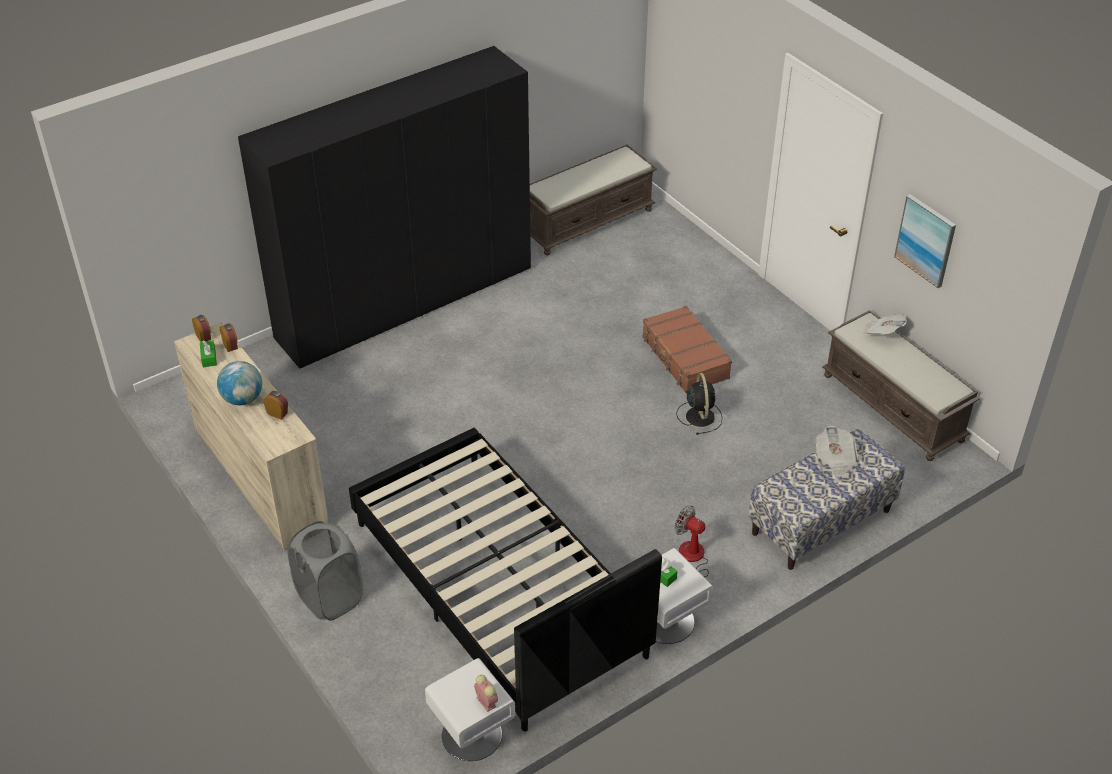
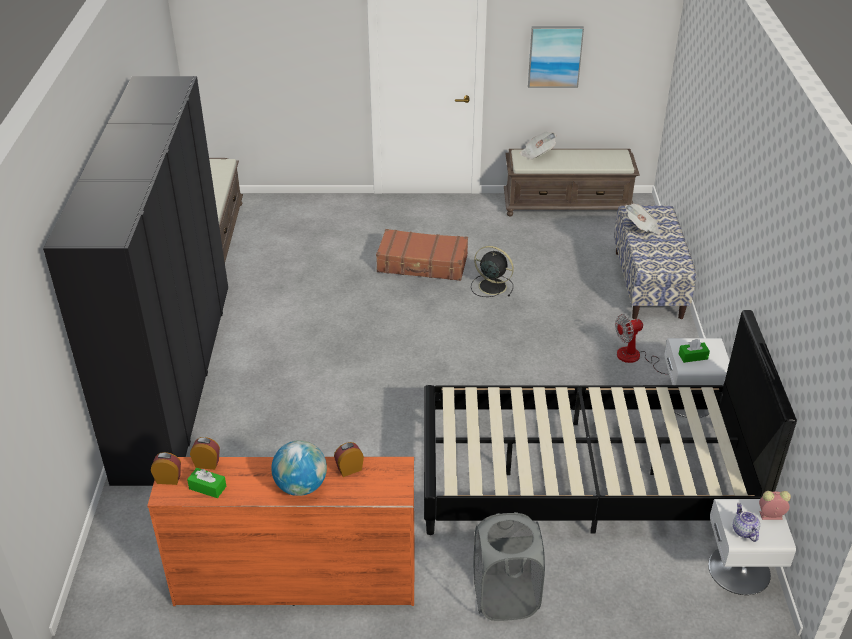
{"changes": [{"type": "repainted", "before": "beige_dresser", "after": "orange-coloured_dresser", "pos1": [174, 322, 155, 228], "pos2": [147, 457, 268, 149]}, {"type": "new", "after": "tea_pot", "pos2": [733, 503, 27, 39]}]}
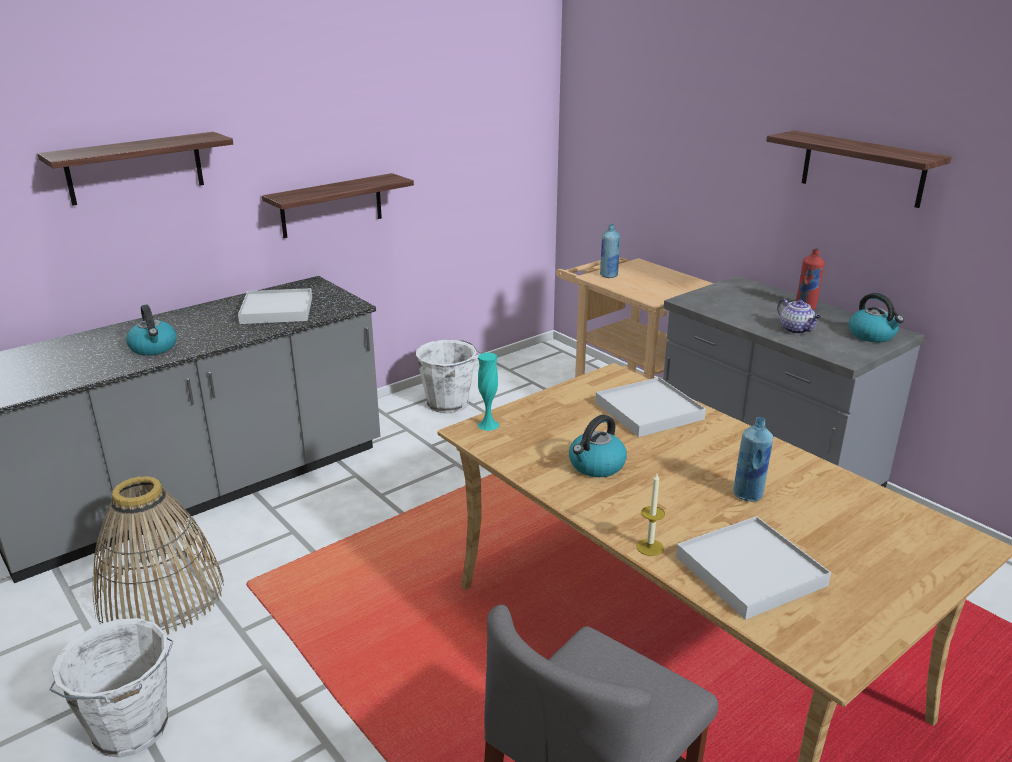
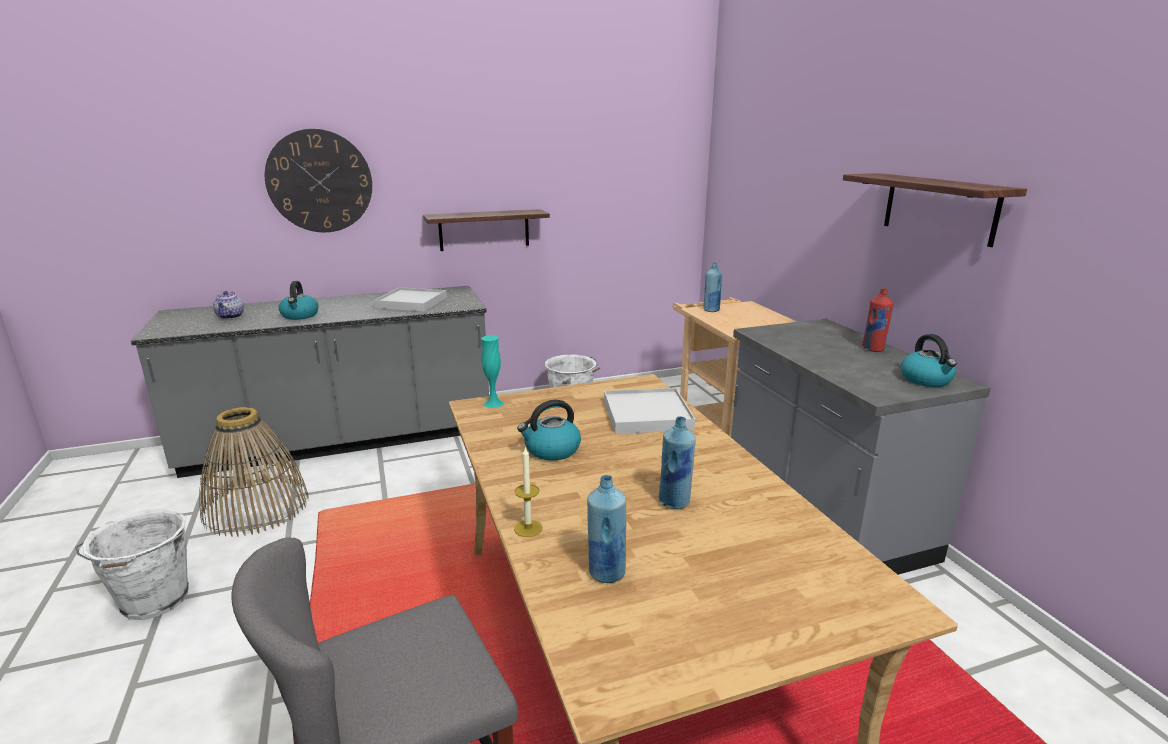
{"changes": [{"type": "shifted", "before": "tea_pot", "pos1": [777, 299, 44, 35], "pos2": [213, 291, 31, 28]}, {"type": "swapped", "before": "bracket_shelf", "after": "wall_clock", "pos1": [37, 132, 196, 74], "pos2": [265, 129, 107, 103]}, {"type": "swapped", "before": "white-coloured_tray", "after": "blue_beverage_bottle", "pos1": [676, 516, 155, 104], "pos2": [587, 475, 39, 108]}]}
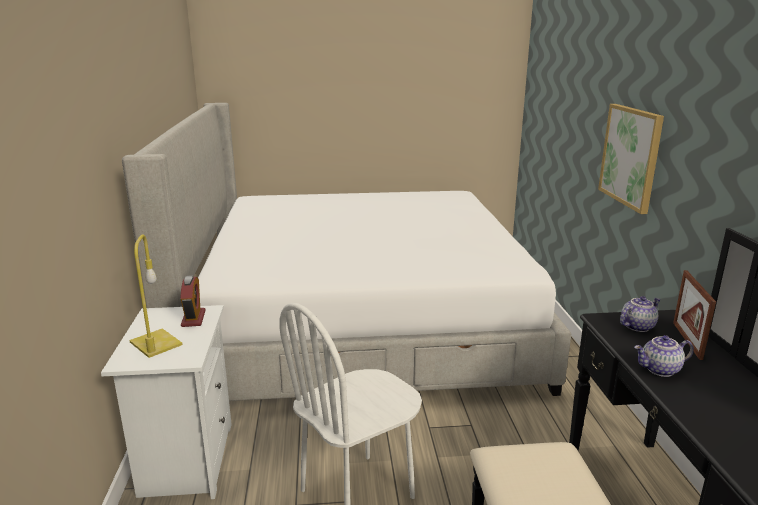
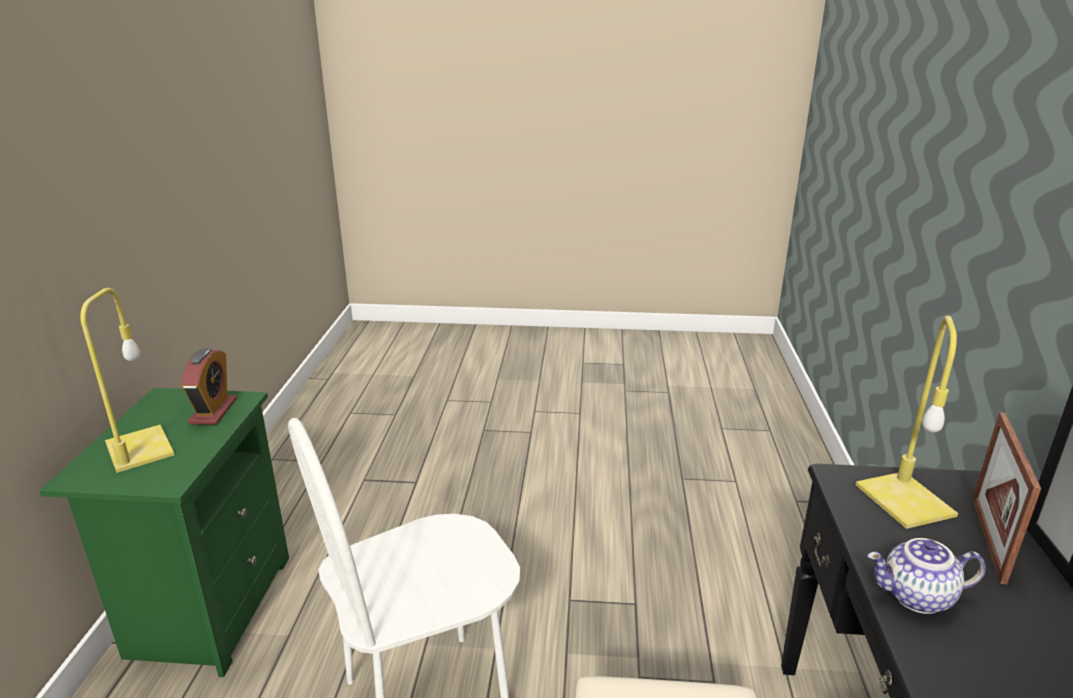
{"changes": [{"type": "repainted", "before": "white-coloured_night_table", "after": "green-coloured_night_table", "pos1": [101, 305, 131, 194], "pos2": [39, 388, 250, 289]}, {"type": "swapped", "before": "tea_pot", "after": "yellowish_tabletop_lamp", "pos1": [620, 296, 41, 36], "pos2": [856, 316, 102, 213]}, {"type": "gone", "before": "bedroom_bed", "pos1": [122, 103, 449, 298]}, {"type": "gone", "before": "wall_art", "pos1": [598, 104, 66, 110]}]}
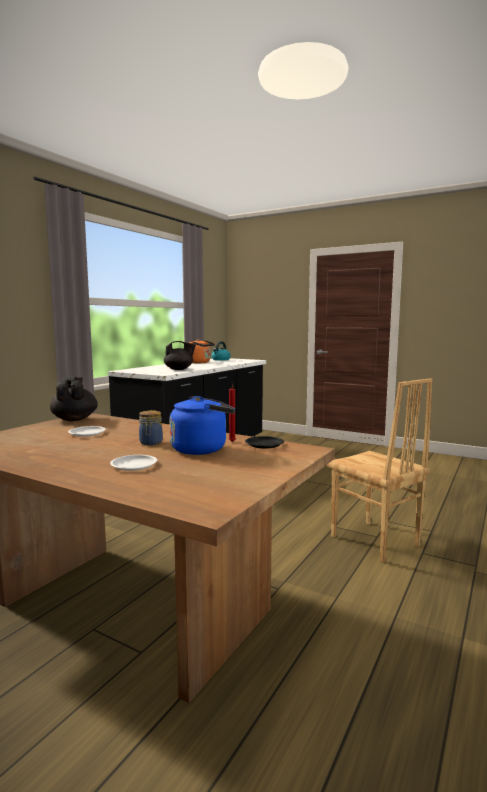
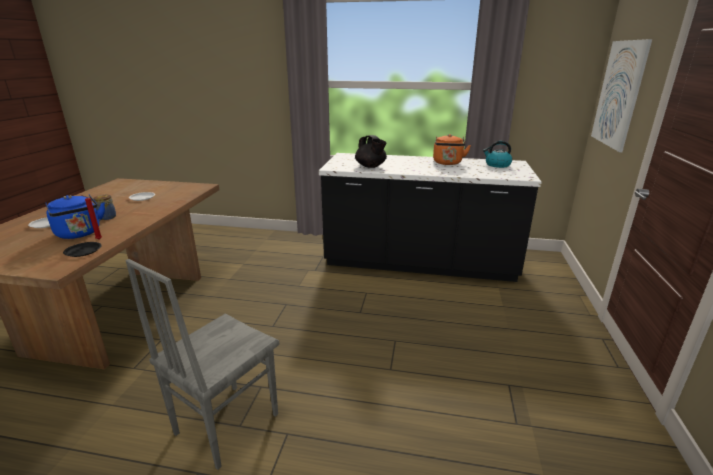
{"changes": [{"type": "repainted", "before": "brownish_upright_chair", "after": "gray_upright_chair", "pos1": [327, 378, 105, 185], "pos2": [126, 259, 153, 211]}, {"type": "new", "after": "wall_art", "pos2": [591, 39, 62, 113]}, {"type": "gone", "before": "black-coloured_tea_pot", "pos1": [50, 376, 48, 45]}]}
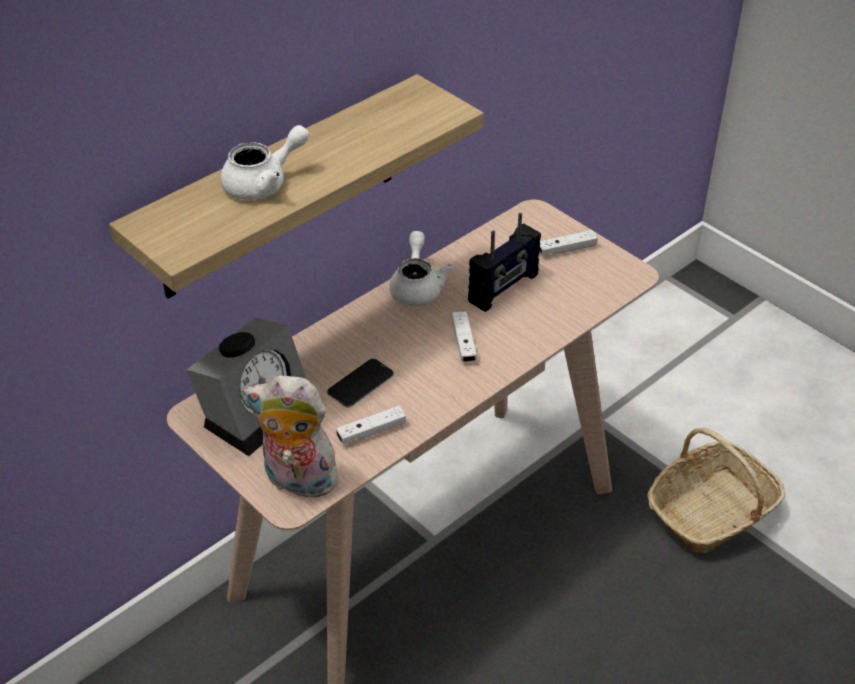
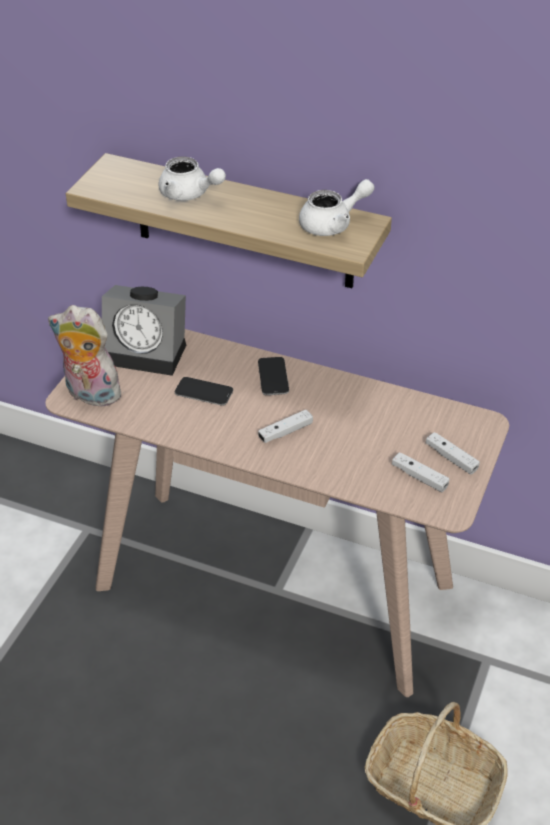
{"changes": [{"type": "rotated", "before": "soft_toy", "pos1": [244, 375, 98, 123], "pos2": [48, 305, 76, 101], "turn": -60}, {"type": "new", "after": "phone", "pos2": [258, 357, 31, 38]}, {"type": "shifted", "before": "white-coloured_tea_pot", "pos1": [389, 231, 64, 75], "pos2": [299, 179, 75, 57]}, {"type": "shifted", "before": "white-coloured_game_controller", "pos1": [336, 406, 70, 38], "pos2": [392, 452, 58, 40]}, {"type": "gone", "before": "radio", "pos1": [468, 212, 73, 100]}]}
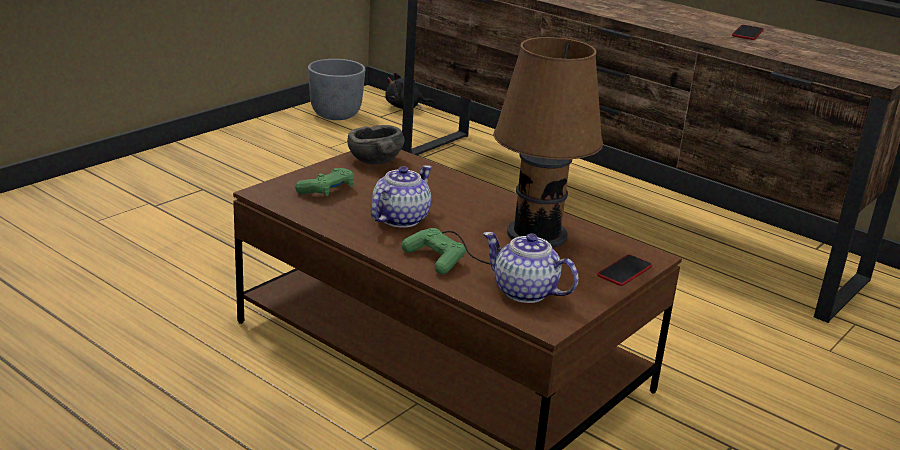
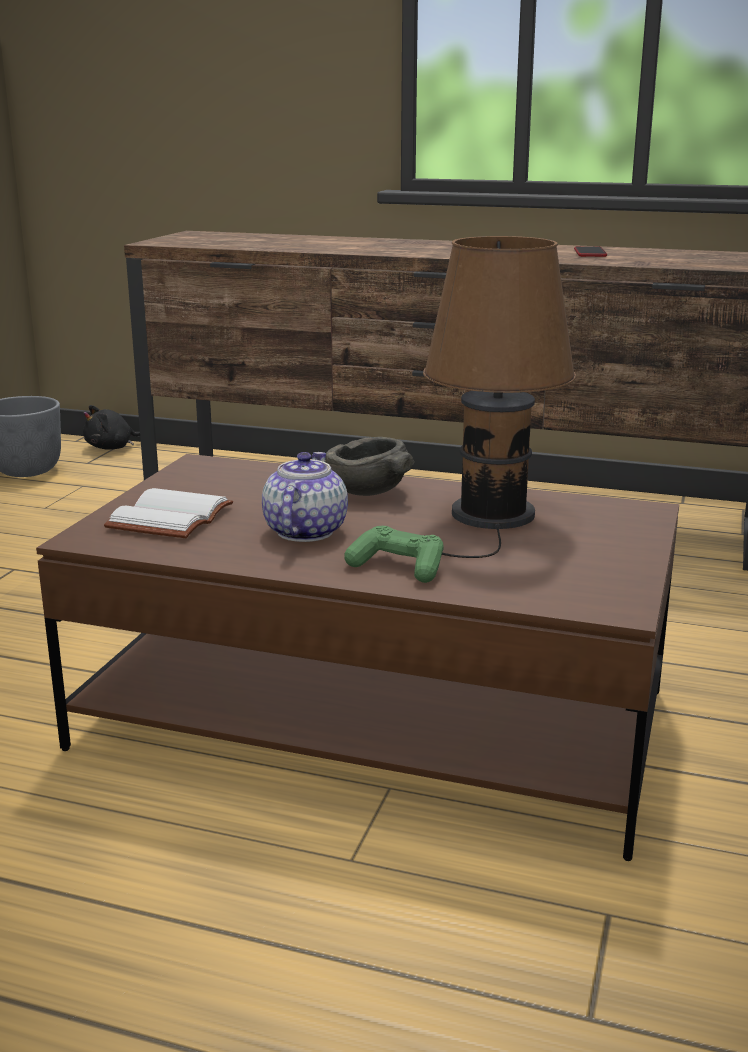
{"changes": [{"type": "swapped", "before": "green-coloured_game_controller", "after": "white-coloured_book", "pos1": [295, 168, 59, 28], "pos2": [104, 488, 129, 50]}, {"type": "shifted", "before": "gray_deep_dish", "pos1": [347, 125, 58, 39], "pos2": [325, 437, 90, 59]}, {"type": "gone", "before": "tea_pot", "pos1": [483, 232, 96, 71]}, {"type": "gone", "before": "phone", "pos1": [597, 255, 55, 31]}]}
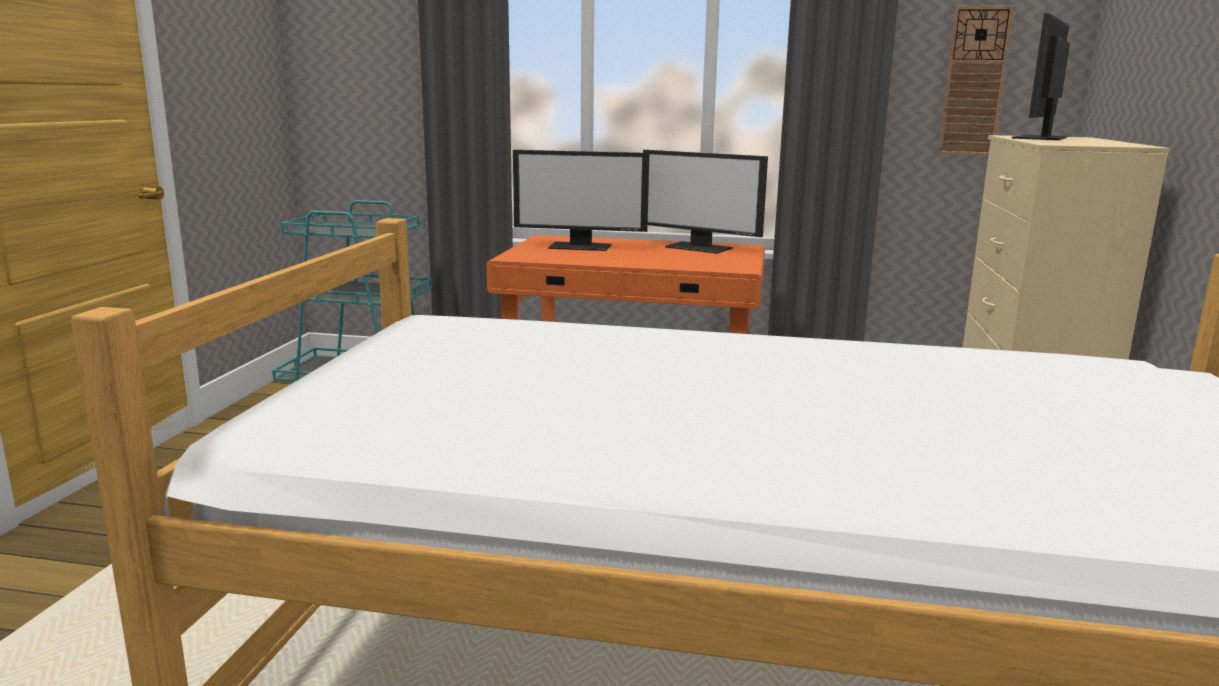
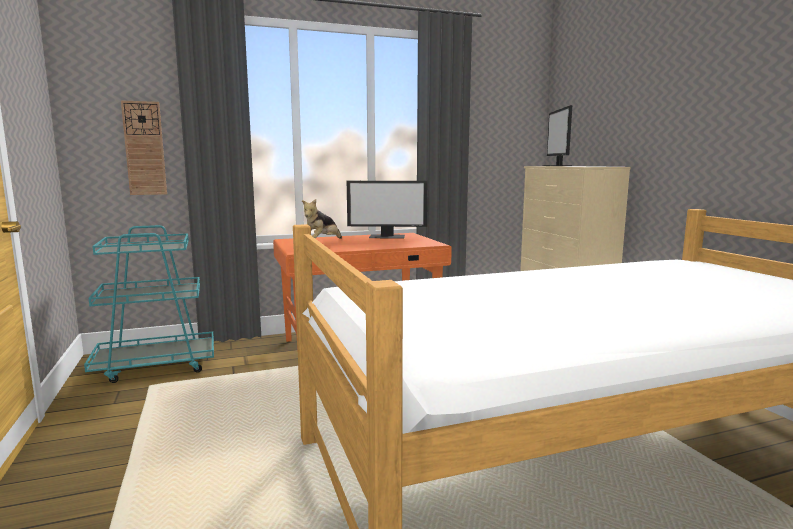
{"changes": [{"type": "shifted", "before": "wall_clock", "pos1": [938, 6, 76, 150], "pos2": [121, 100, 46, 95]}, {"type": "swapped", "before": "monitor", "after": "soft_toy", "pos1": [513, 150, 136, 101], "pos2": [302, 199, 40, 40]}]}
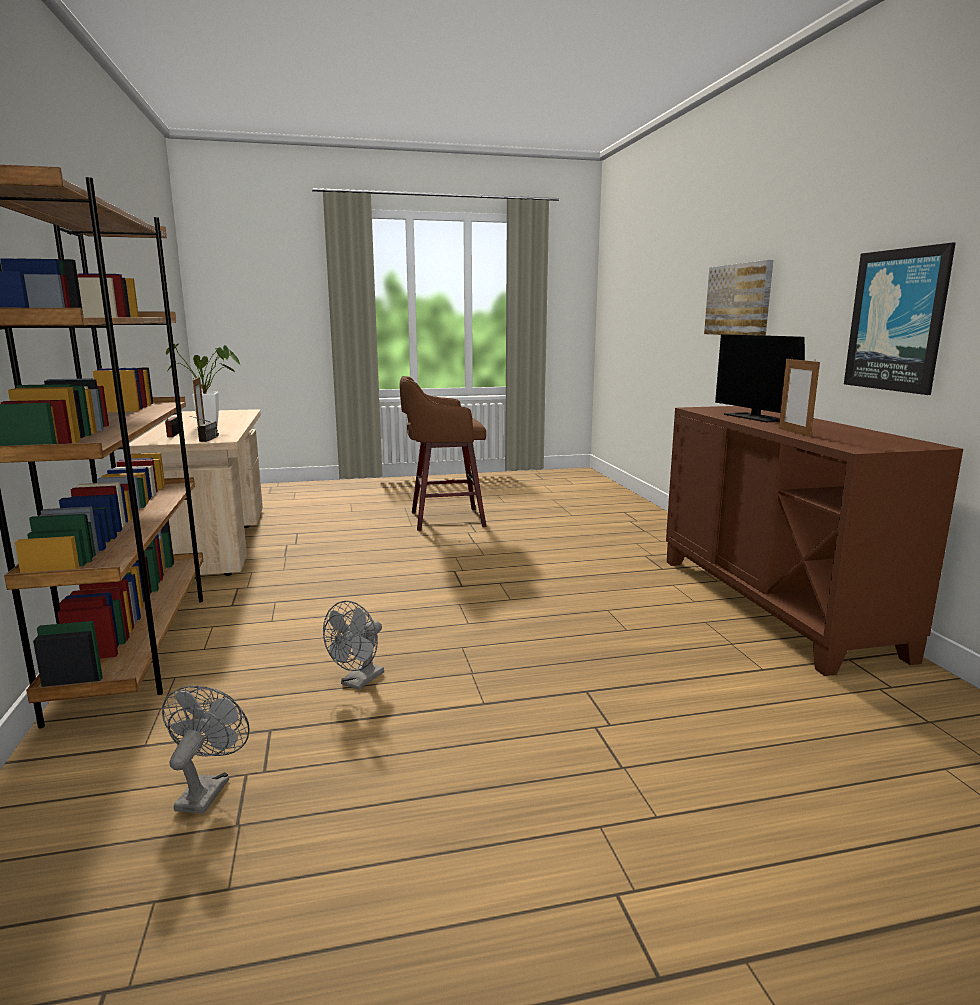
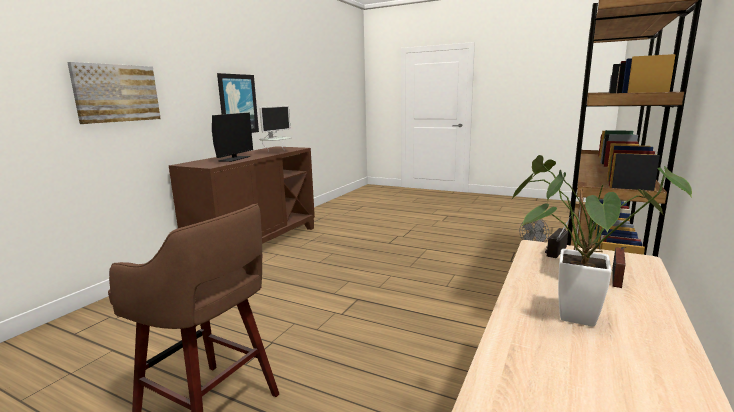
{"changes": [{"type": "swapped", "before": "photo_frame", "after": "monitor", "pos1": [779, 357, 41, 80], "pos2": [259, 106, 31, 46]}, {"type": "gone", "before": "gray_cooling_fan", "pos1": [323, 601, 61, 89]}]}
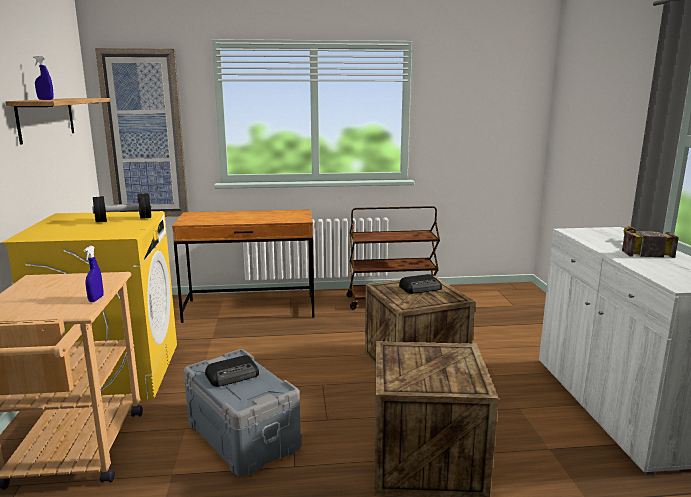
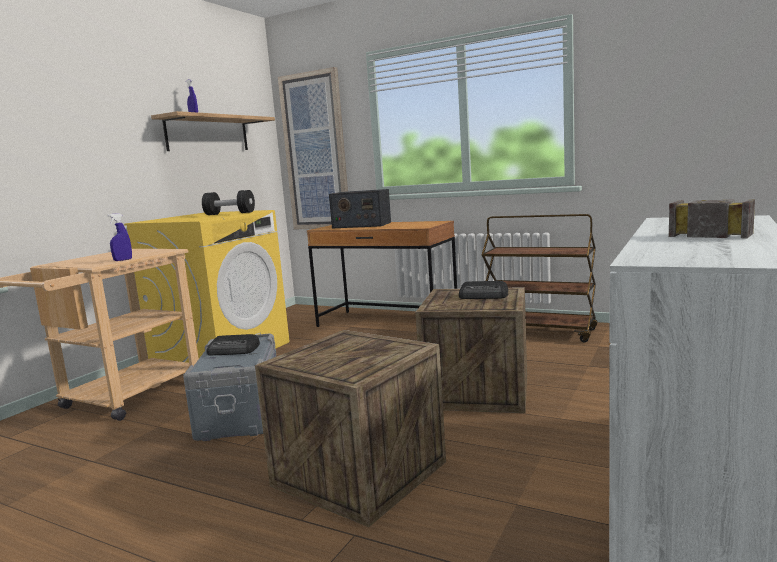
{"changes": [{"type": "new", "after": "radio", "pos2": [329, 189, 62, 39]}]}
